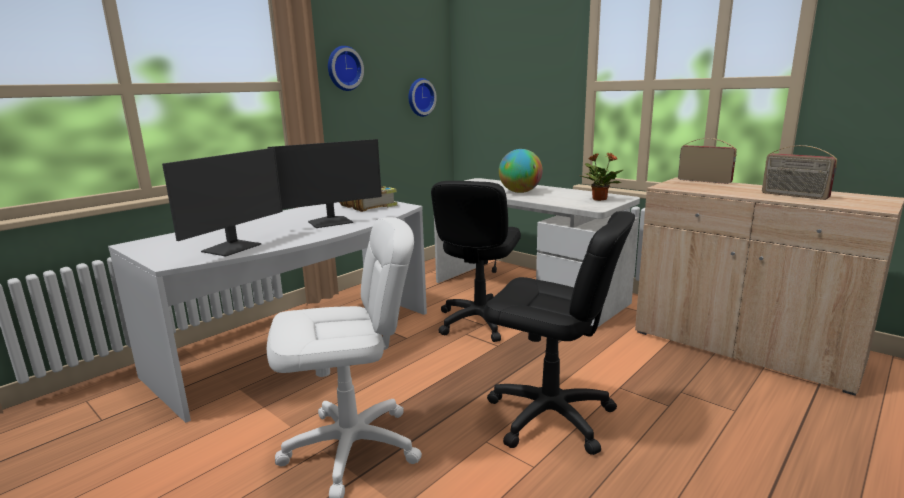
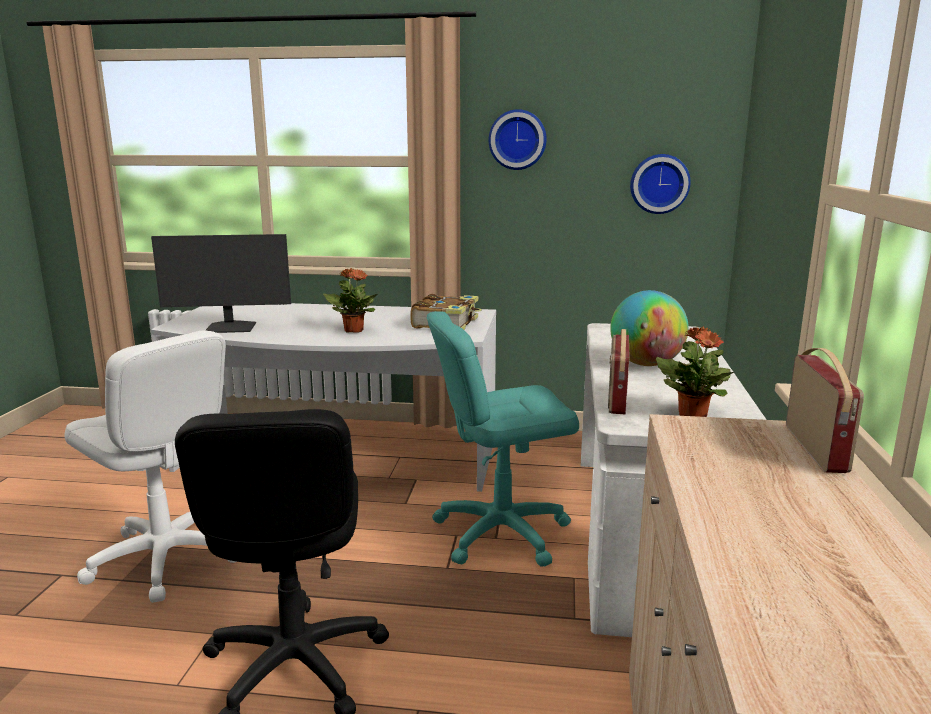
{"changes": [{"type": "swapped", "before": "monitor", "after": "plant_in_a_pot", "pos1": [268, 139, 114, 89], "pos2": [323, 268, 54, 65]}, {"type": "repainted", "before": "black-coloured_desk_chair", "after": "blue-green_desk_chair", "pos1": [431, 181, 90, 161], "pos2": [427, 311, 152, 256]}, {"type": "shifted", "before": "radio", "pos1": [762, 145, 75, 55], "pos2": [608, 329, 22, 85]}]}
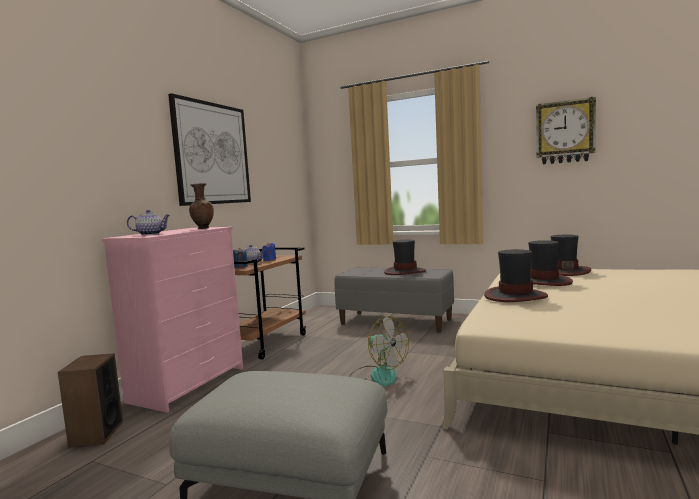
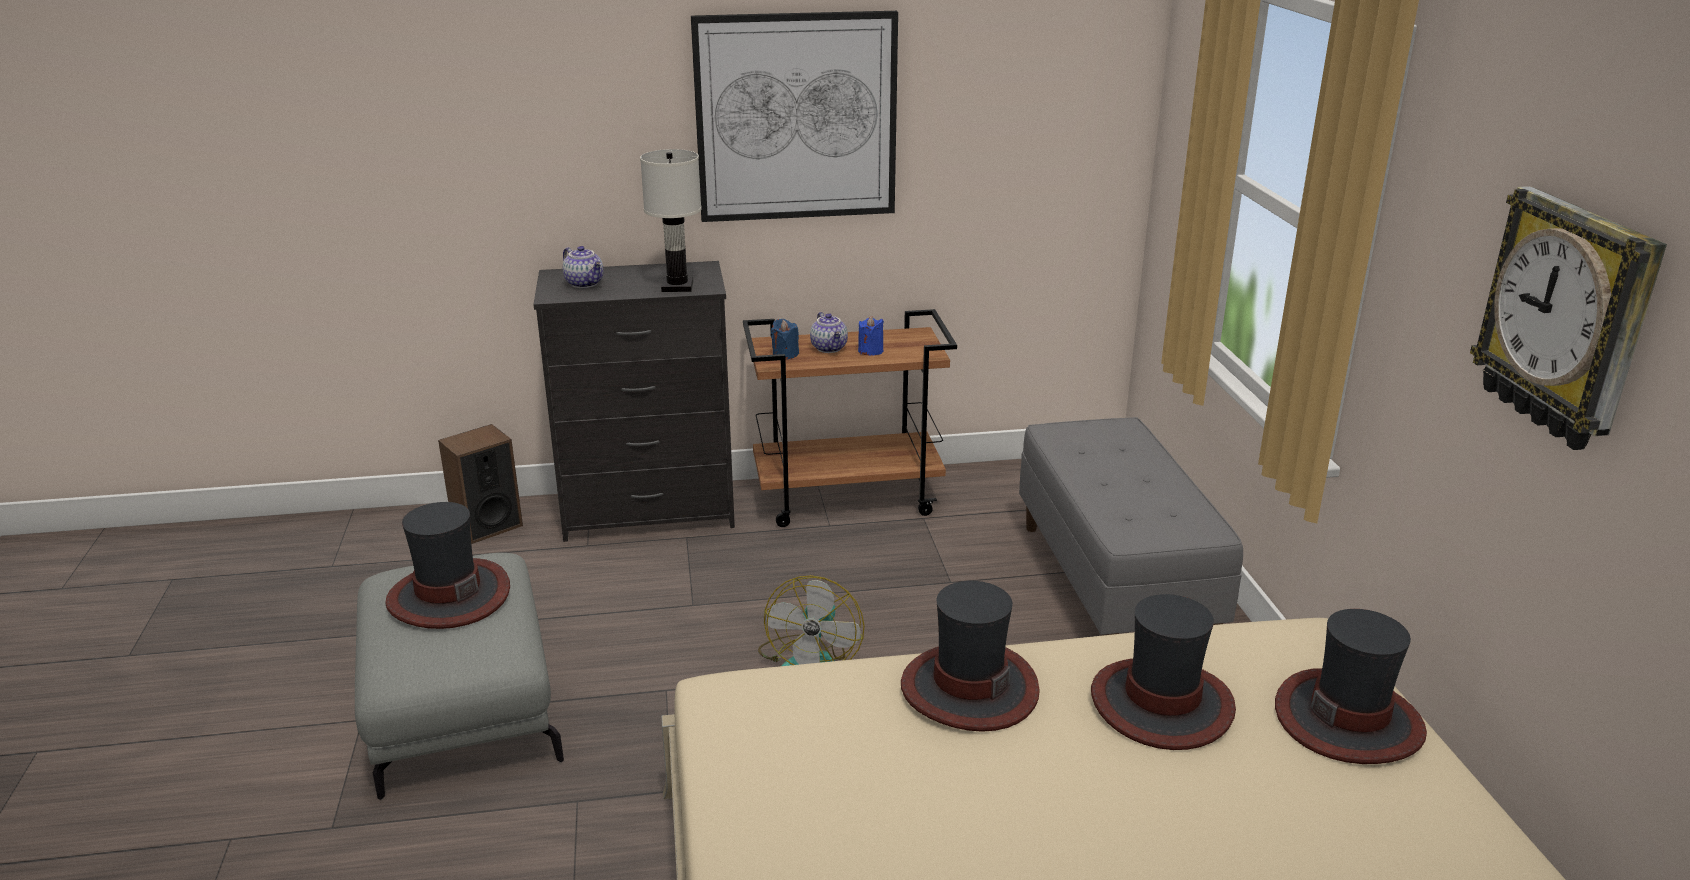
{"changes": [{"type": "shifted", "before": "wearable_hat", "pos1": [384, 240, 42, 35], "pos2": [385, 502, 125, 127]}, {"type": "repainted", "before": "pink_dresser", "after": "black-coloured_dresser", "pos1": [102, 227, 141, 186], "pos2": [533, 261, 202, 281]}, {"type": "swapped", "before": "brownish_flower_vase", "after": "white-coloured_tabletop_lamp", "pos1": [189, 183, 25, 46], "pos2": [640, 149, 62, 143]}]}
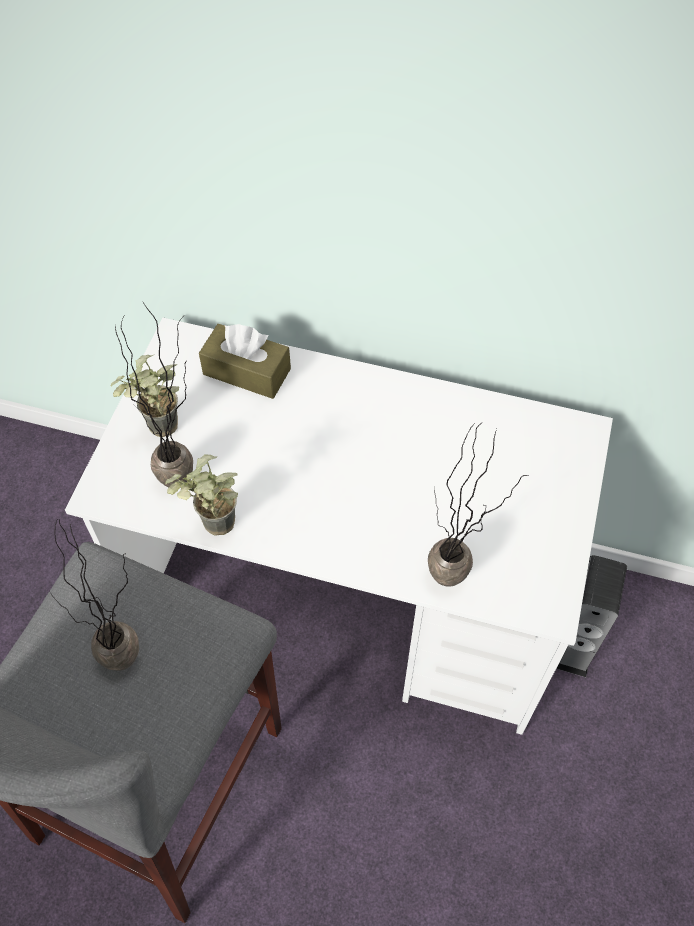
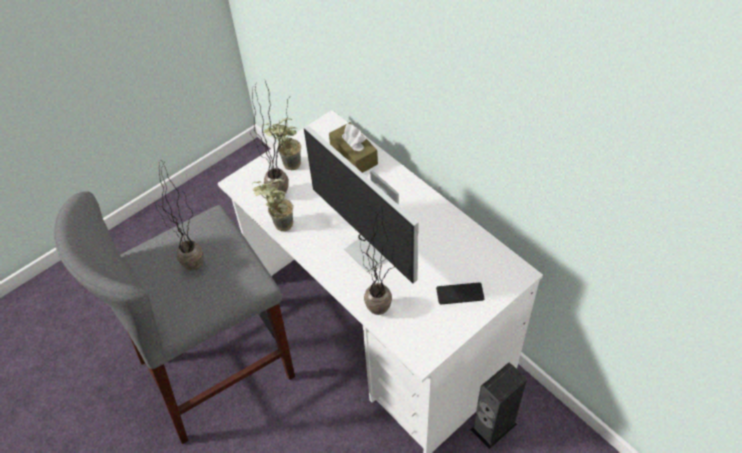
{"changes": [{"type": "new", "after": "monitor", "pos2": [304, 126, 115, 158]}, {"type": "new", "after": "phone", "pos2": [436, 282, 48, 22]}]}
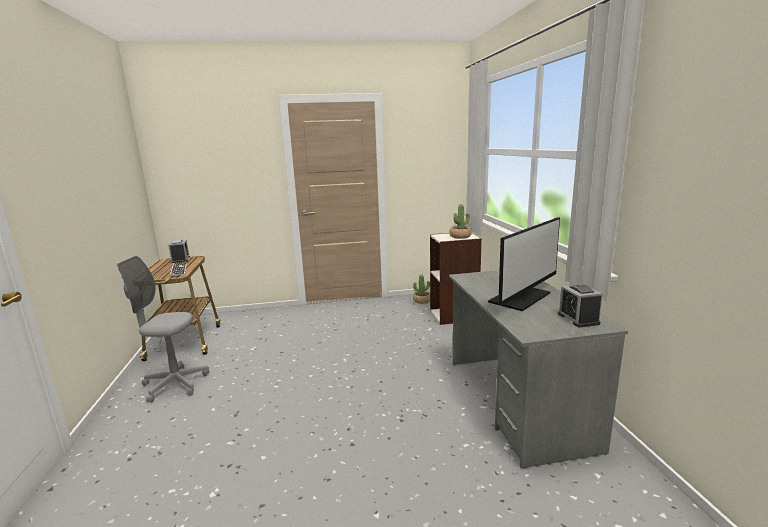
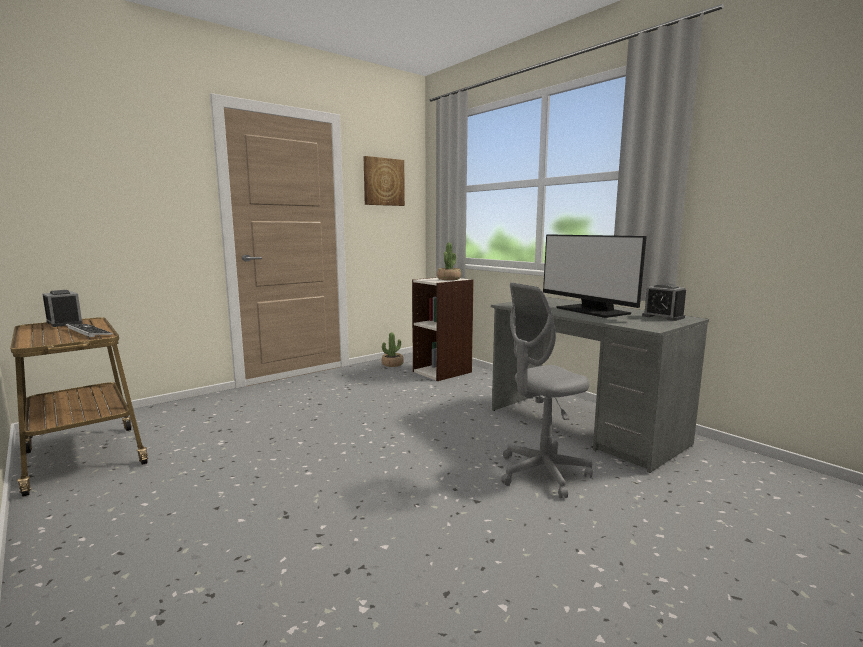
{"changes": [{"type": "new", "after": "wall_art", "pos2": [364, 156, 41, 50]}, {"type": "shifted", "before": "gray_desk_chair", "pos1": [117, 256, 92, 147], "pos2": [501, 283, 92, 216]}, {"type": "rotated", "before": "monitor", "pos1": [488, 217, 72, 94], "pos2": [543, 234, 104, 84], "turn": 135}]}
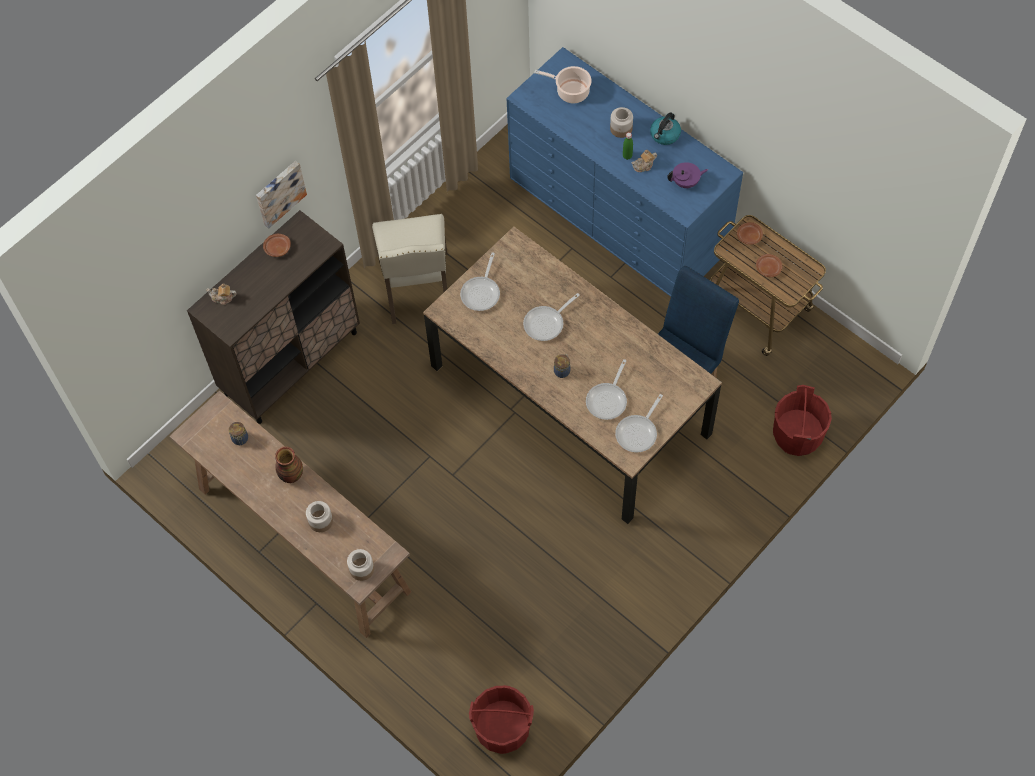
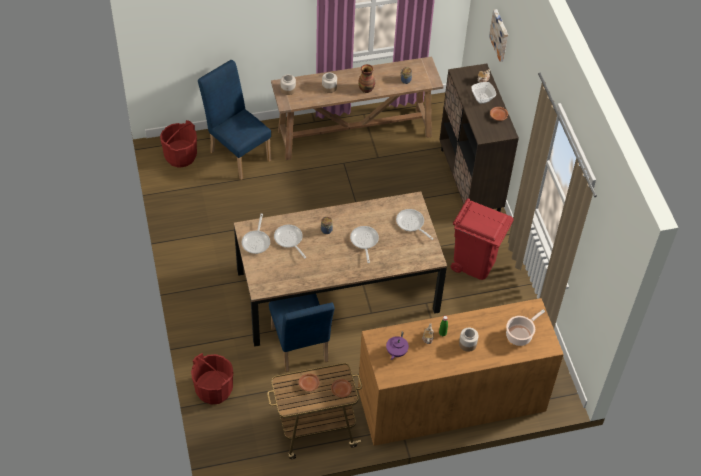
{"changes": [{"type": "new", "after": "blue_upright_chair", "pos2": [198, 60, 73, 120]}, {"type": "rotated", "before": "pan", "pos1": [615, 394, 48, 58], "pos2": [241, 214, 29, 40], "turn": -150}, {"type": "repainted", "before": "blue_dresser", "after": "brownish_dresser", "pos1": [507, 47, 236, 250], "pos2": [358, 298, 206, 148]}, {"type": "swapped", "before": "beige_upright_chair", "after": "red_waste_bin", "pos1": [372, 214, 75, 110], "pos2": [451, 198, 63, 82]}, {"type": "new", "after": "deep_dish", "pos2": [471, 82, 25, 22]}, {"type": "shifted", "before": "wall_art", "pos1": [256, 161, 51, 68], "pos2": [489, 9, 19, 52]}, {"type": "gone", "before": "water_kettle", "pos1": [650, 112, 31, 33]}]}
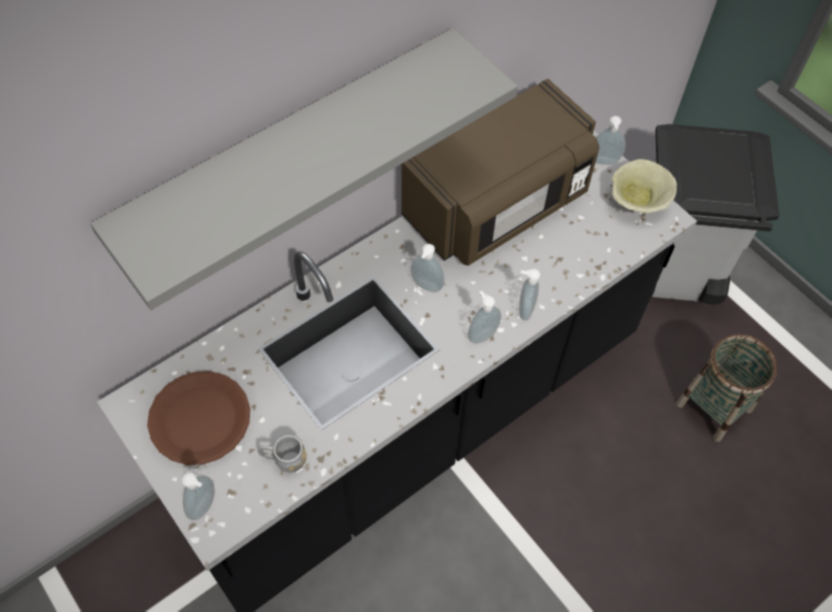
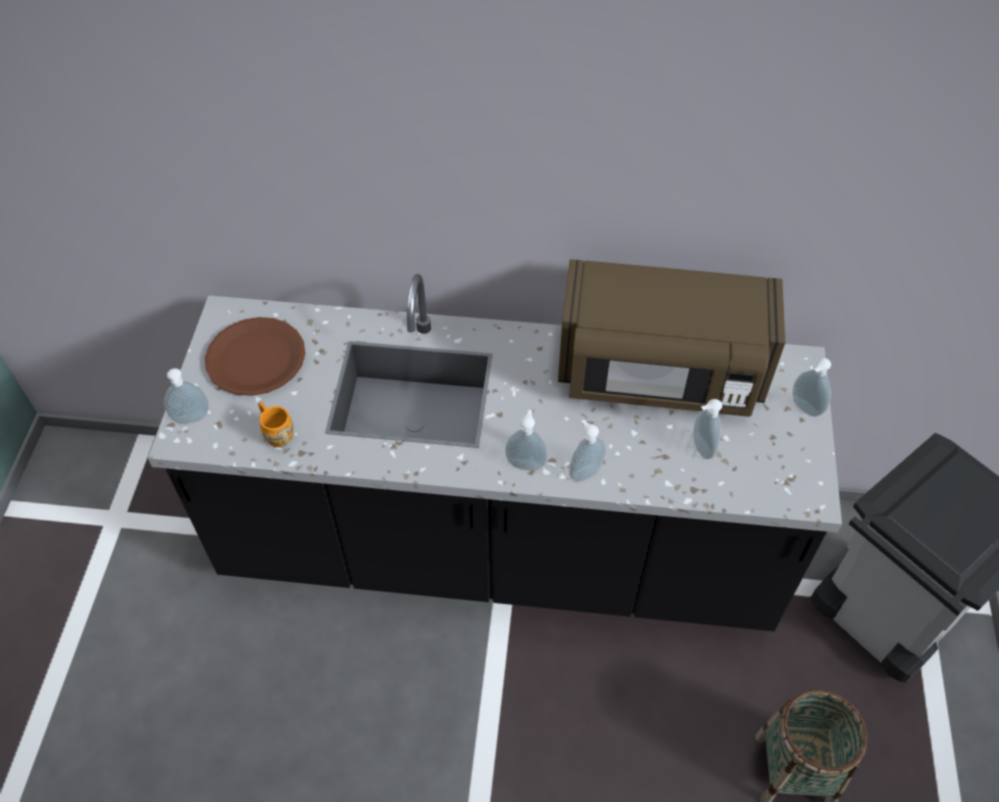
{"changes": [{"type": "repainted", "before": "gray_coffee_mug", "after": "orange-coloured_coffee_mug", "pos1": [257, 435, 50, 38], "pos2": [258, 402, 36, 45]}, {"type": "shifted", "before": "soap_bottle", "pos1": [411, 244, 33, 48], "pos2": [693, 399, 29, 60]}, {"type": "gone", "before": "gray_bracket_shelf", "pos1": [90, 28, 428, 282]}, {"type": "gone", "before": "beige_deep_dish", "pos1": [612, 159, 65, 54]}]}
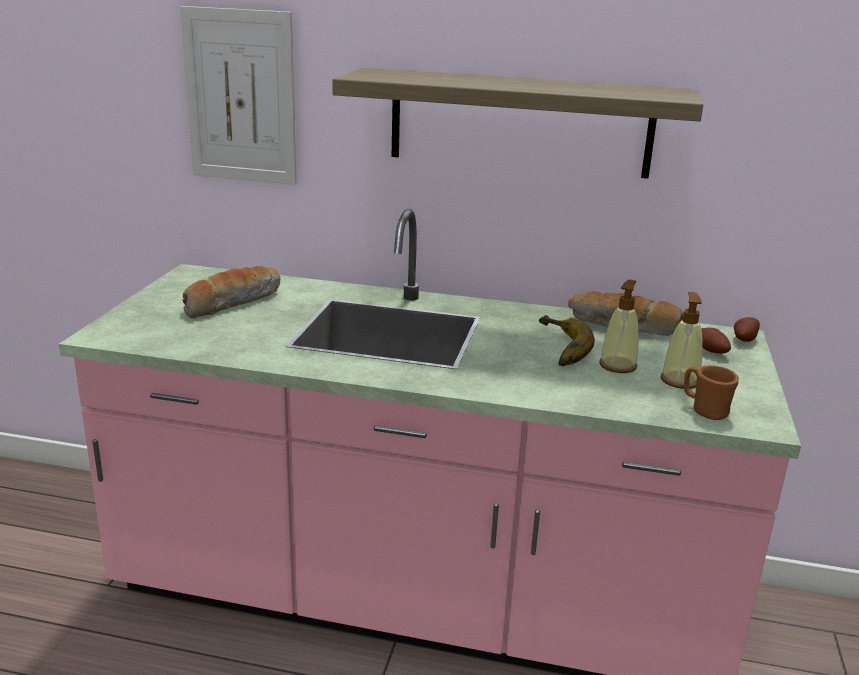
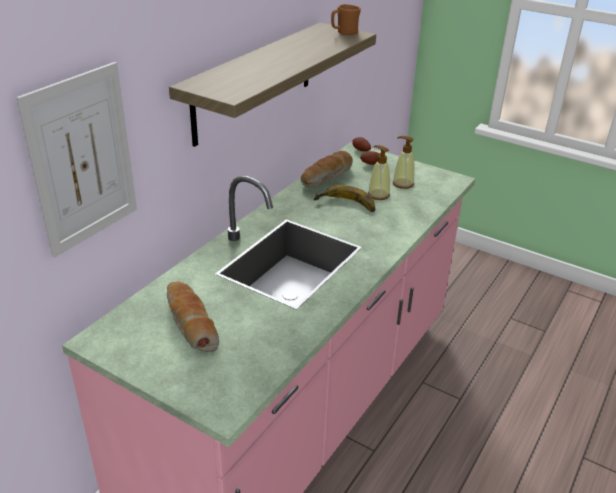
{"changes": [{"type": "shifted", "before": "brownish_coffee_mug", "pos1": [684, 366, 55, 54], "pos2": [331, 4, 30, 31]}]}
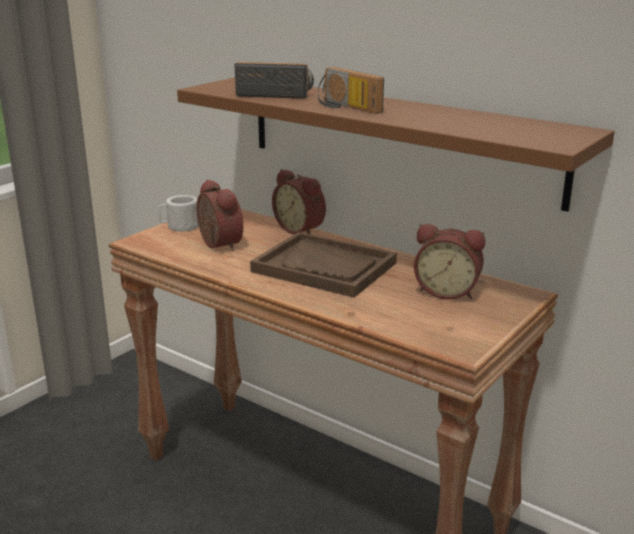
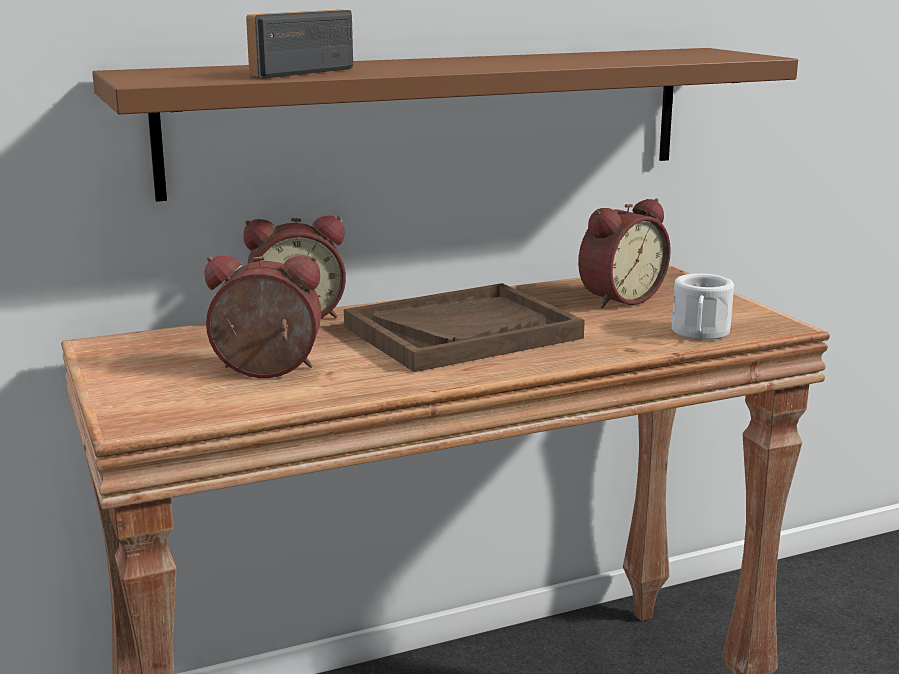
{"changes": [{"type": "shifted", "before": "white-coloured_coffee_mug", "pos1": [158, 195, 41, 37], "pos2": [672, 273, 62, 67]}, {"type": "gone", "before": "radio", "pos1": [318, 67, 66, 47]}]}
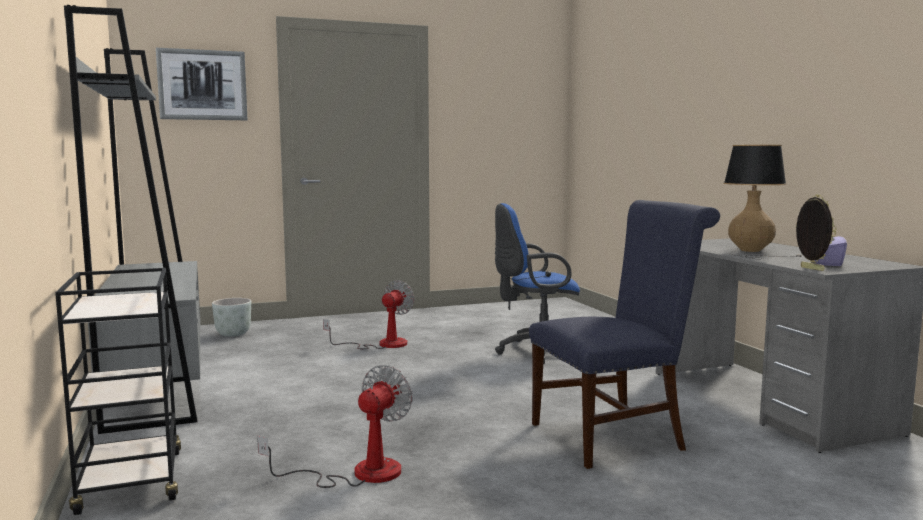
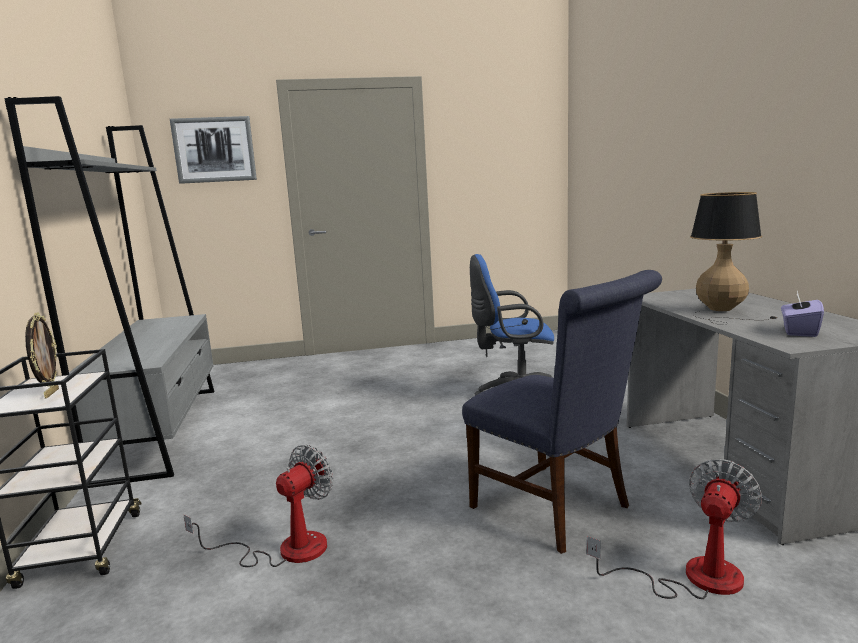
{"changes": [{"type": "shifted", "before": "photo_frame", "pos1": [796, 194, 41, 77], "pos2": [25, 312, 34, 86]}, {"type": "rotated", "before": "blue_upright_chair", "pos1": [529, 200, 191, 269], "pos2": [462, 270, 200, 284], "turn": 60}, {"type": "shifted", "before": "cooling_fan", "pos1": [323, 280, 91, 69], "pos2": [587, 459, 176, 140]}, {"type": "gone", "before": "gray_flower_pot", "pos1": [212, 298, 39, 39]}]}
